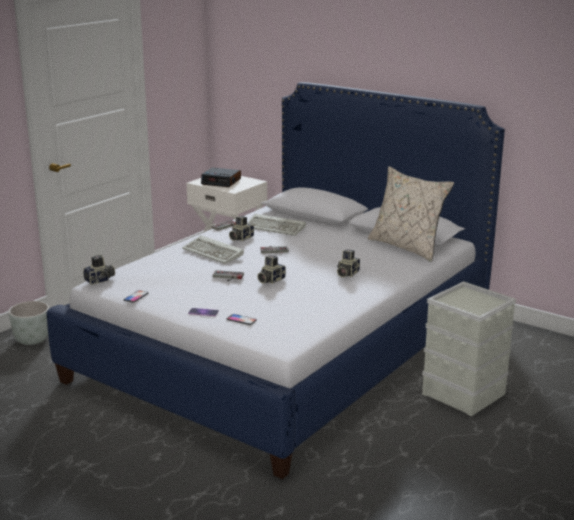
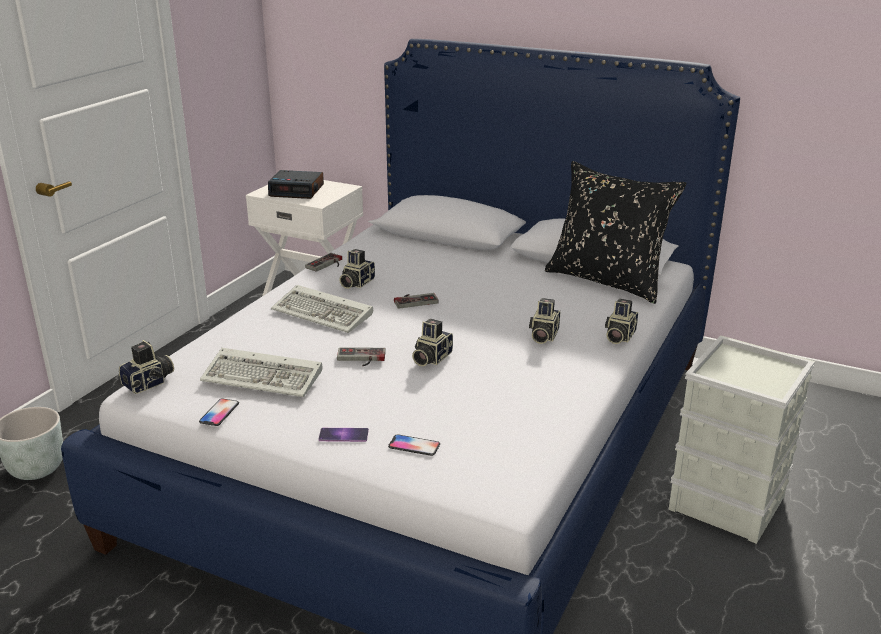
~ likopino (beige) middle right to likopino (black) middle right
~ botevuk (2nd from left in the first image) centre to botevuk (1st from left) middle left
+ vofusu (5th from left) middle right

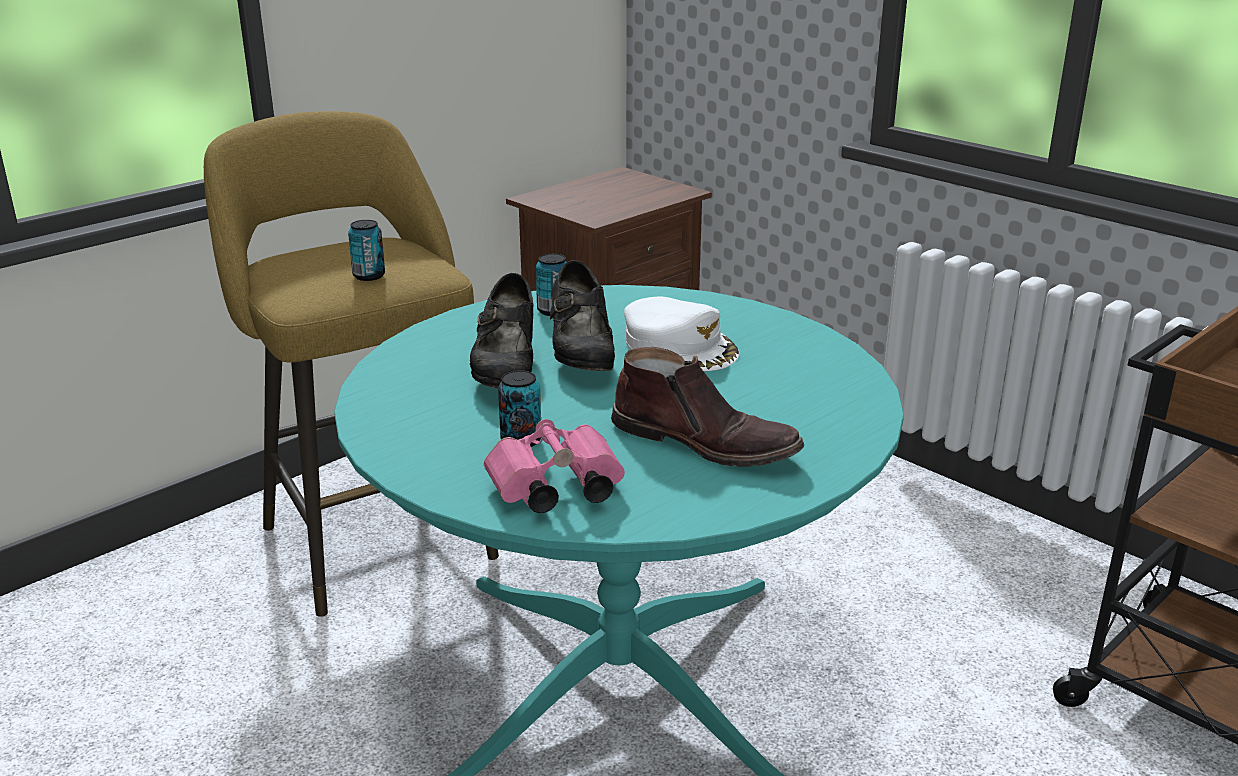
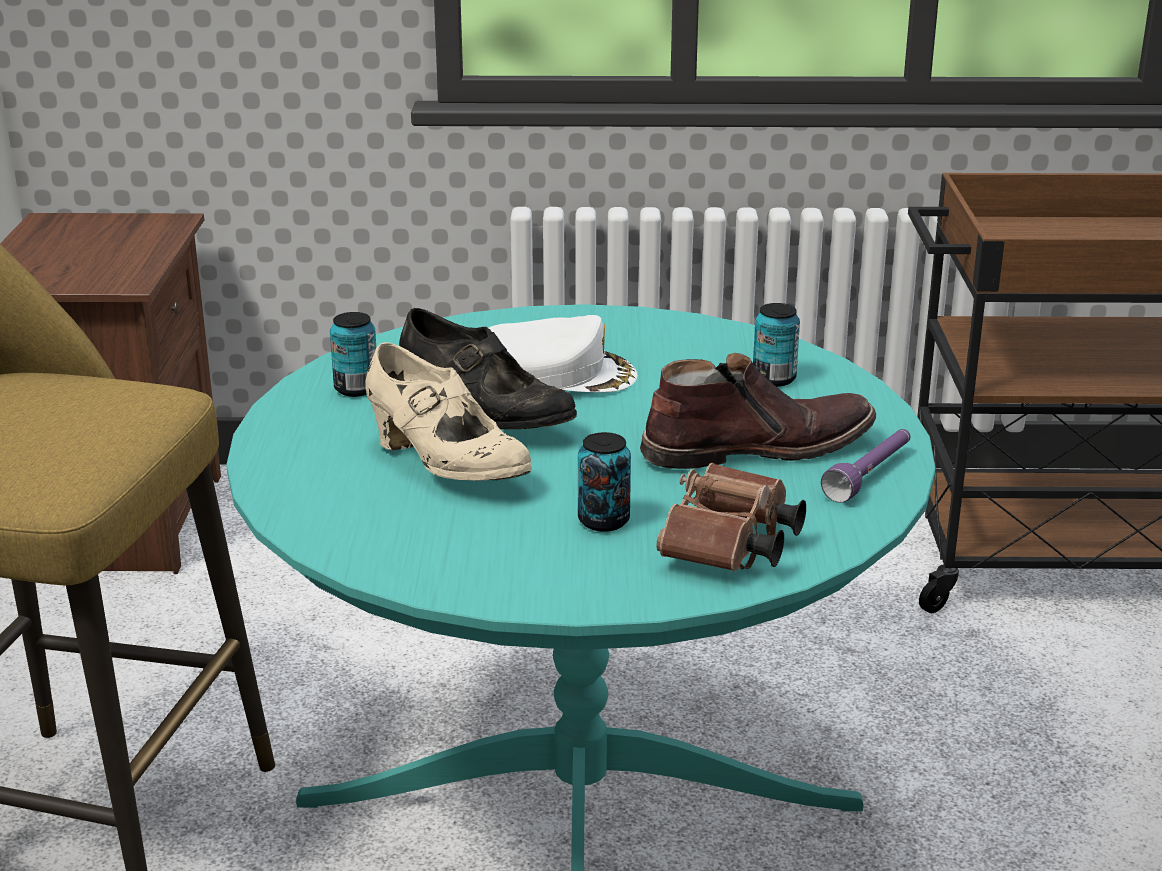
~ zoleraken (1st from left in the first image) top left to zoleraken (3rd from left) middle right
~ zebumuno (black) (1st from left) centre to zebumuno (beige) centre
~ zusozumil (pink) centre to zusozumil (brown) centre
+ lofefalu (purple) middle right

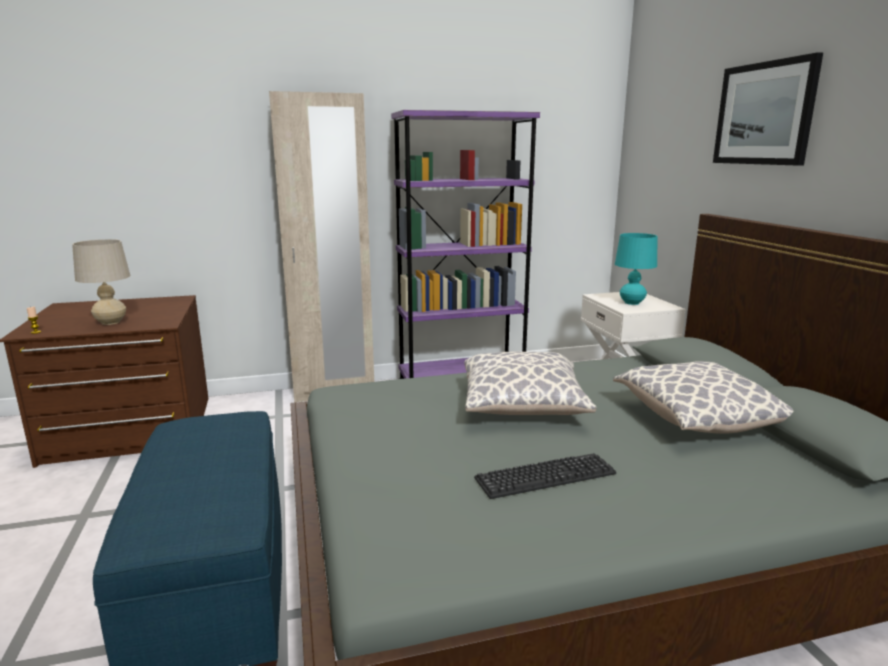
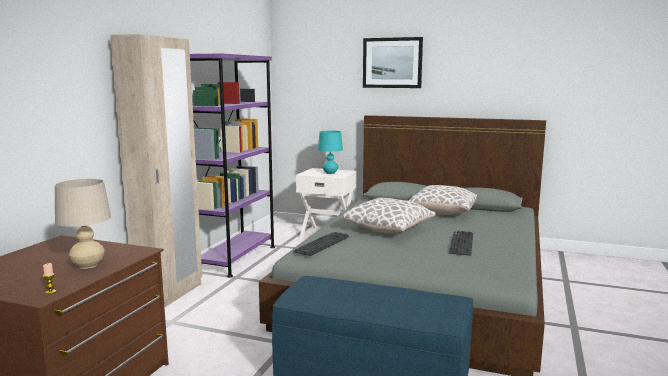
+ botevuk (1st from left) centre

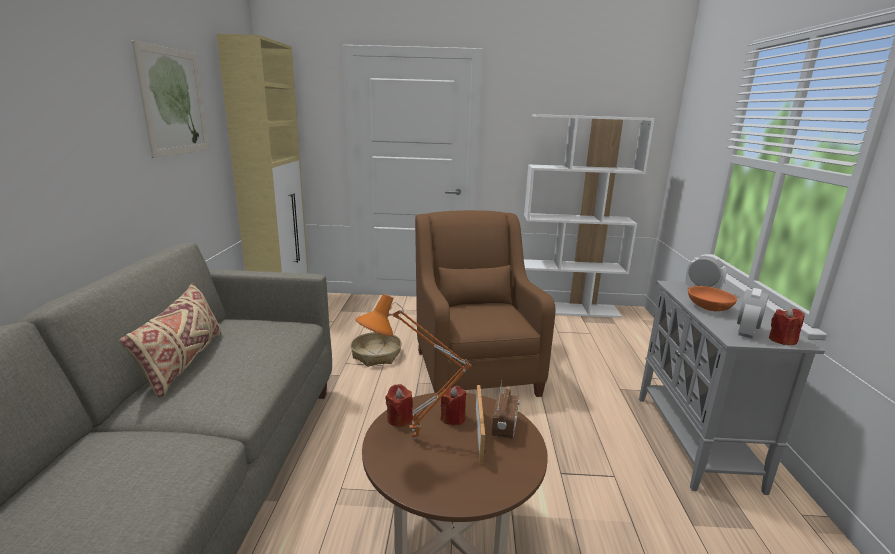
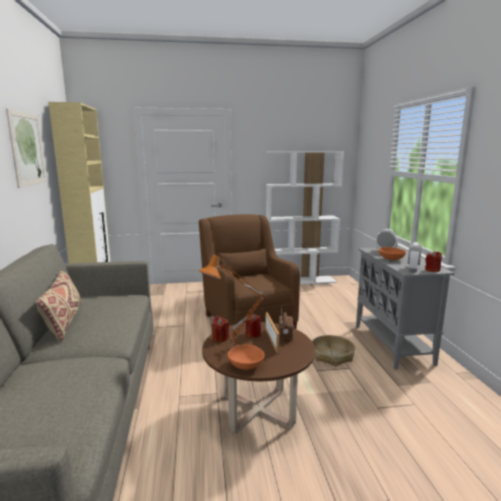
~ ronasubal centre to bottom centre
+ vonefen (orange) (1st from left) bottom centre

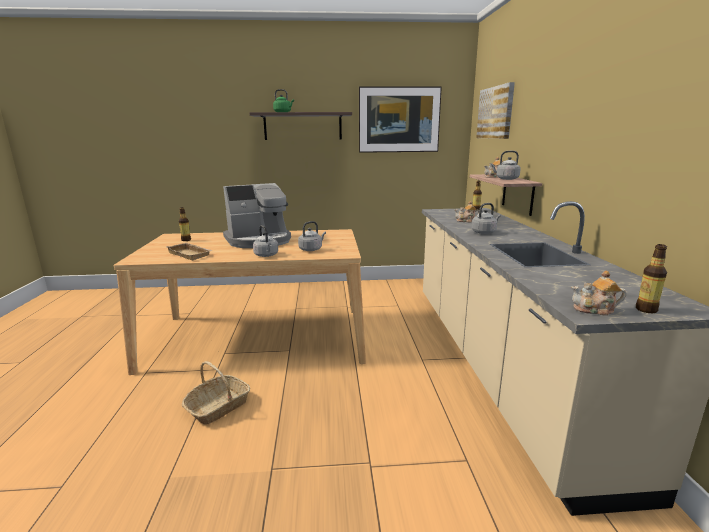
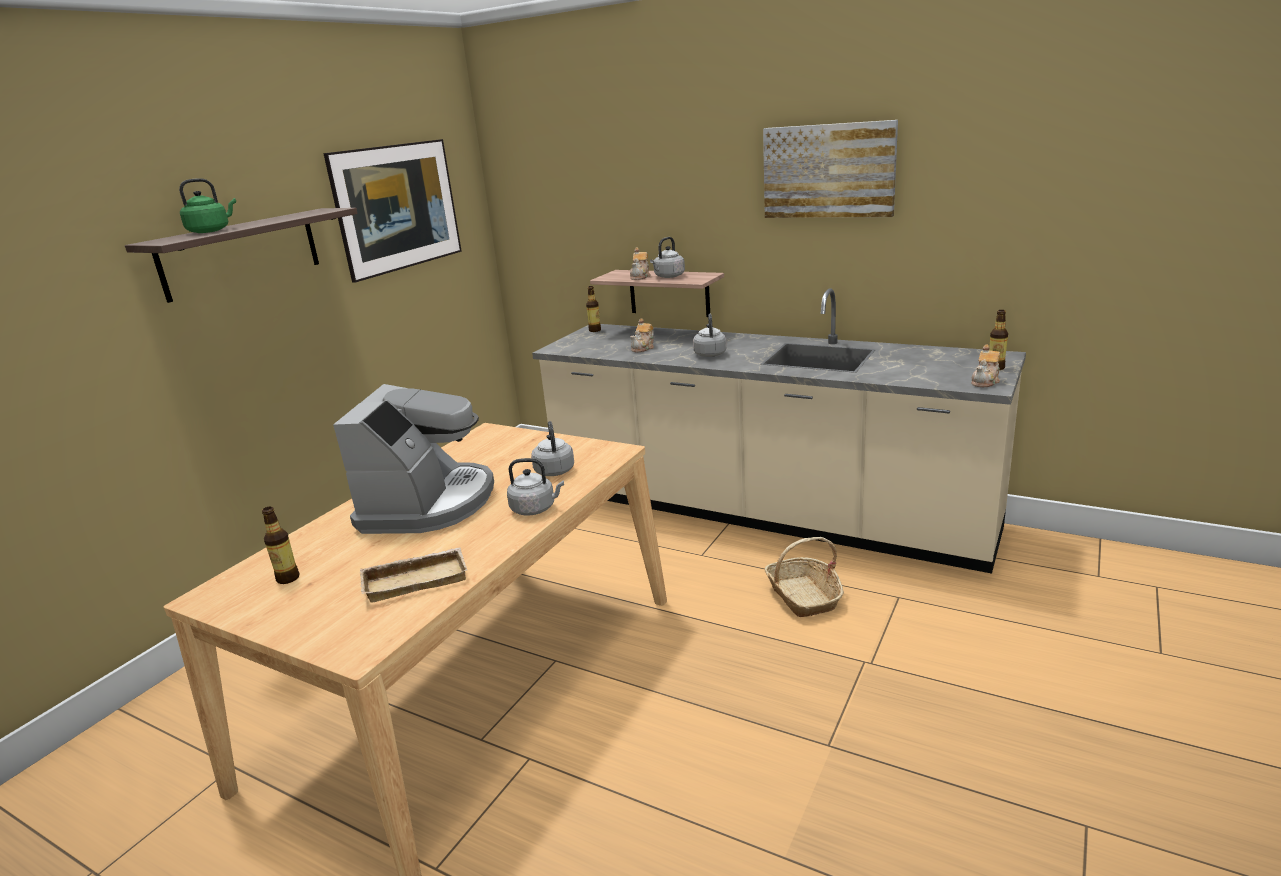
~ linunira (2nd from left) top right to top centre
~ ronasubal bottom left to centre

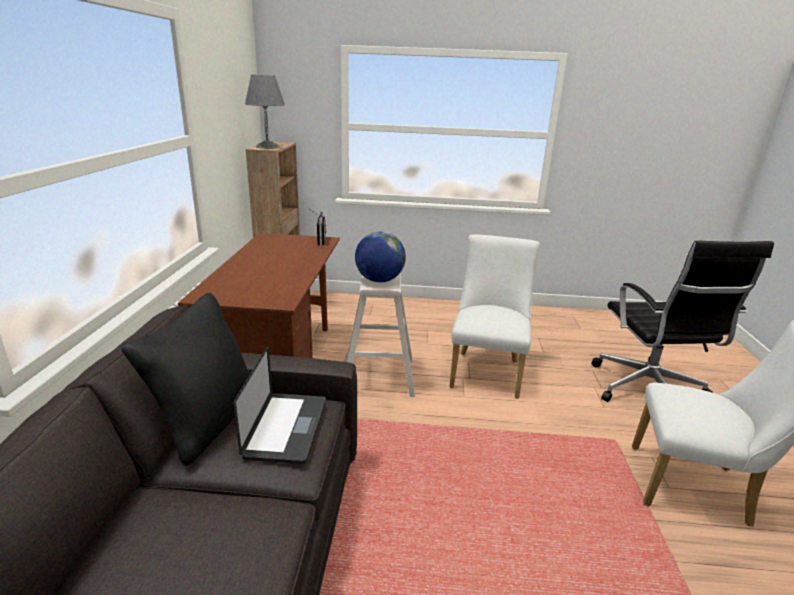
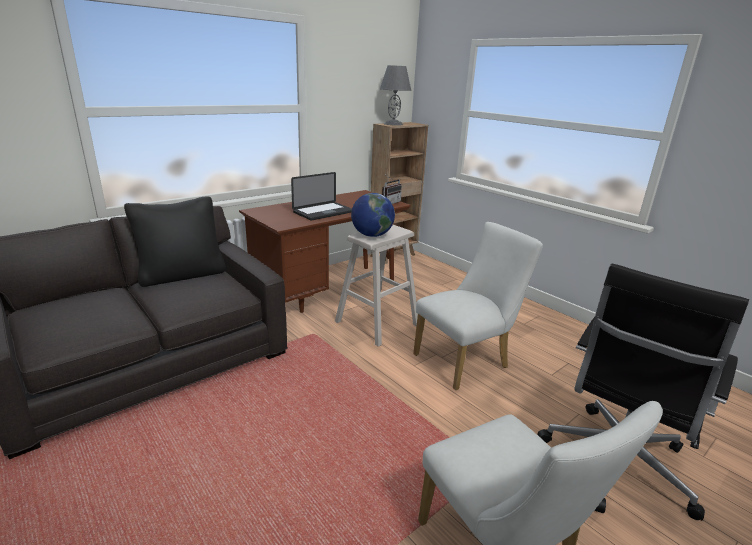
~ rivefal bottom centre to centre

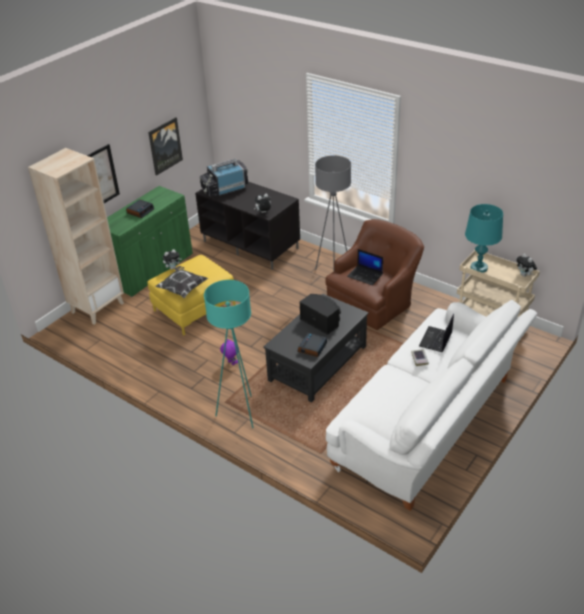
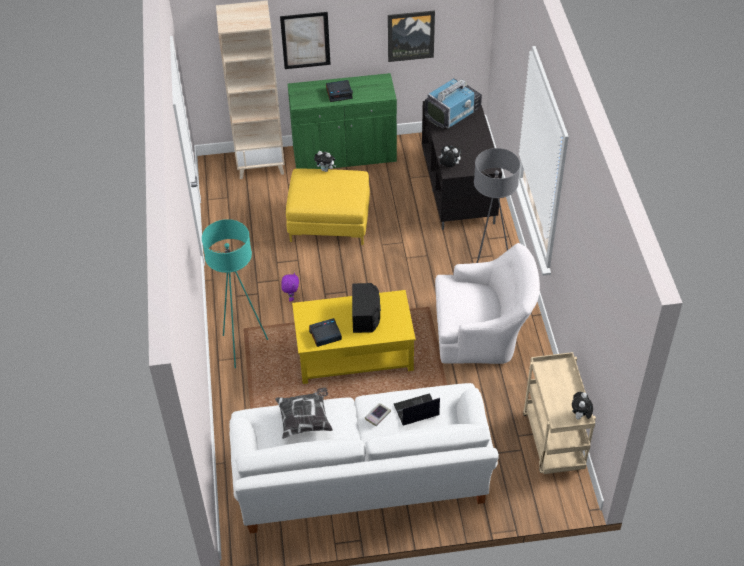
~ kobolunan top centre = top centre 120 degrees clockwise
- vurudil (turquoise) middle right
~ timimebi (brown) centre to timimebi (white) centre
- rivefal (1st from left) centre
~ likopino middle left to bottom centre
~ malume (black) centre to malume (yellow) centre

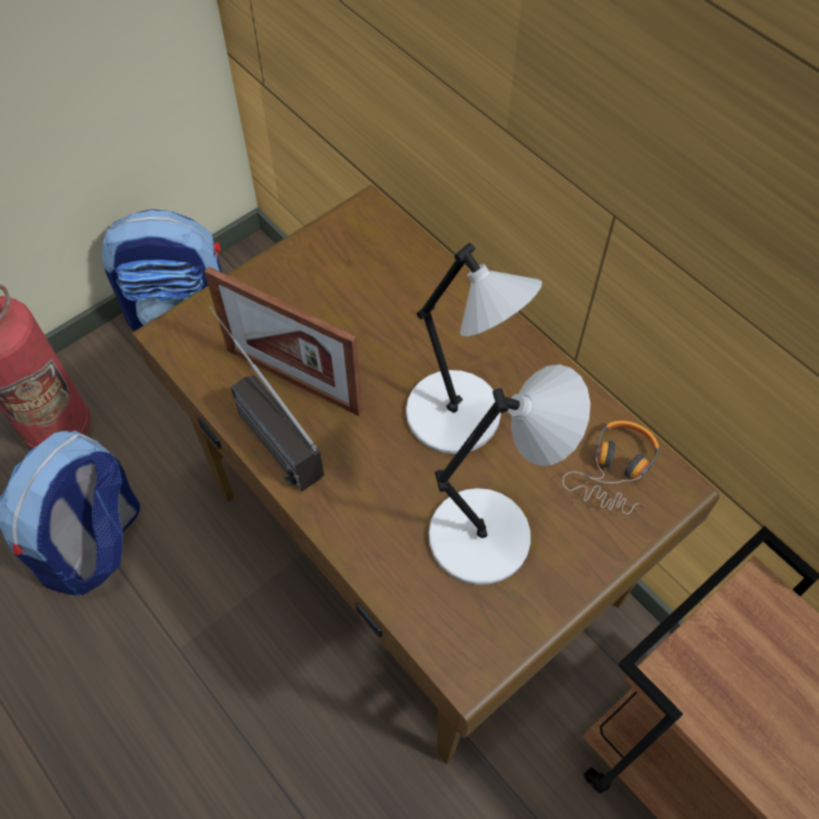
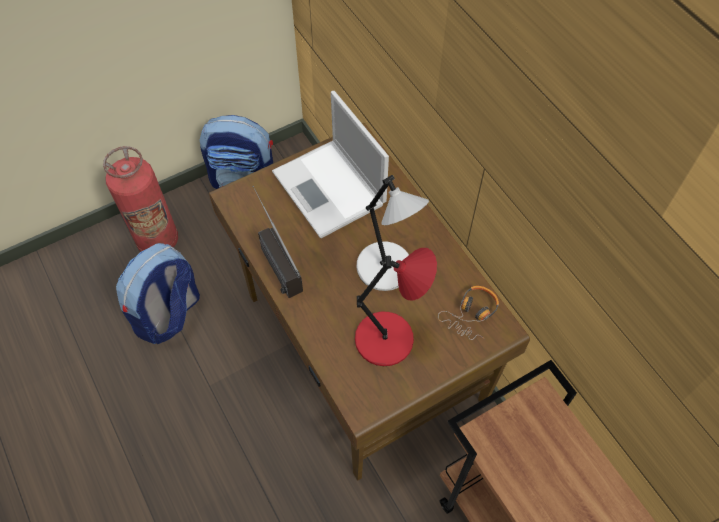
- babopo centre
~ vurudil (grey) (2nd from left) centre to vurudil (red) centre
+ rivefal top centre

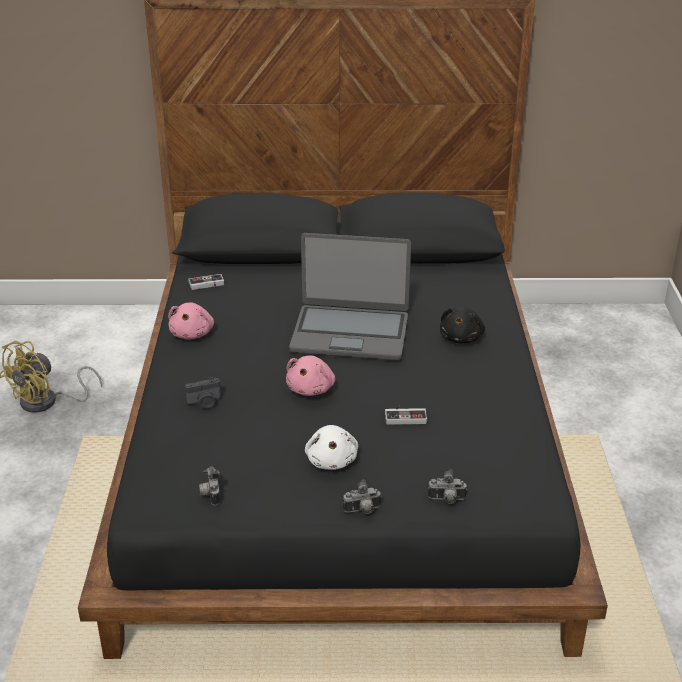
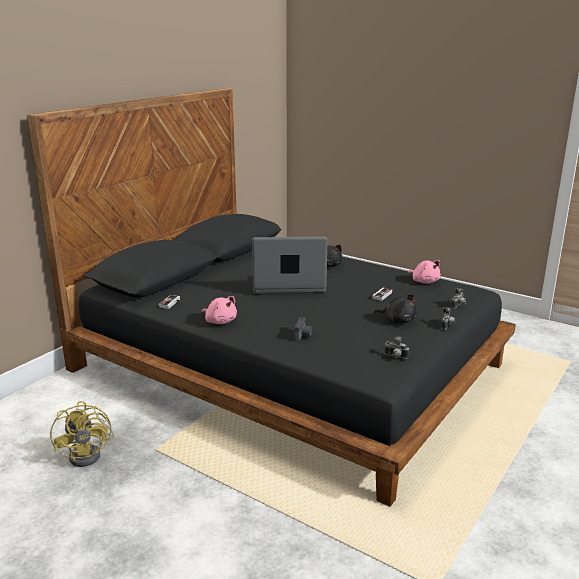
~ rivefal centre = centre 135 degrees counterclockwise
~ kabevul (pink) (2nd from left) centre to middle right
~ kabevul (white) centre to kabevul (black) (2nd from left) middle right

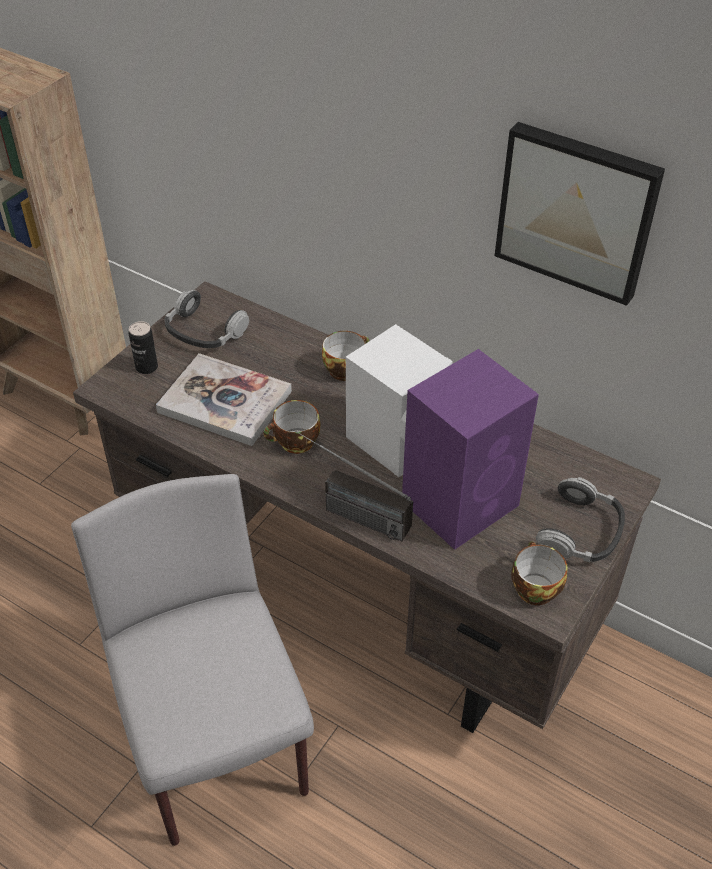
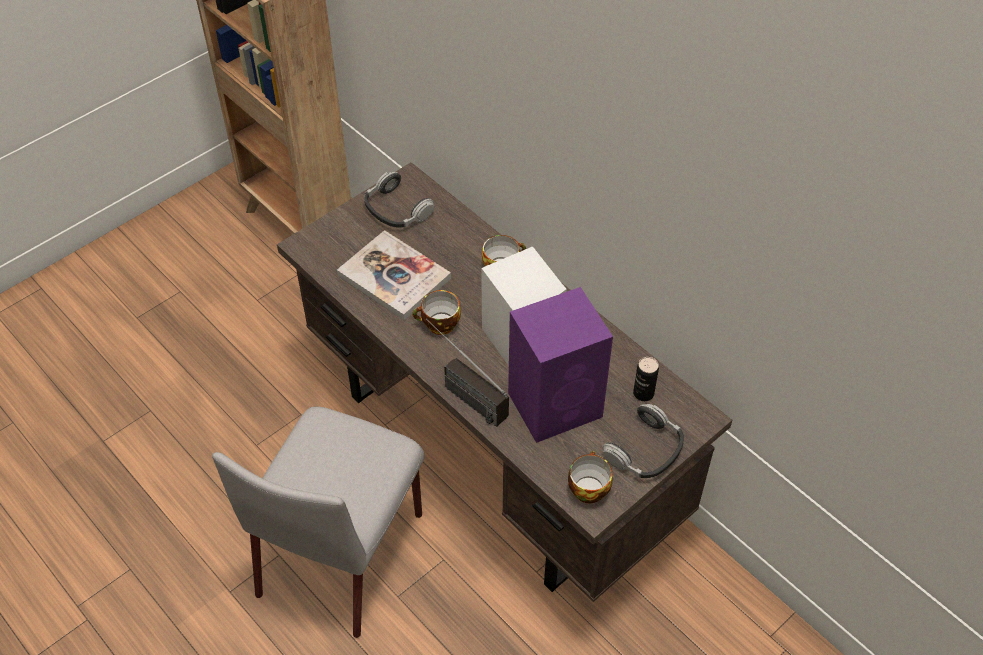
- linunira top right
~ zoleraken middle left to centre
~ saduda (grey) bottom left = bottom left 150 degrees counterclockwise

